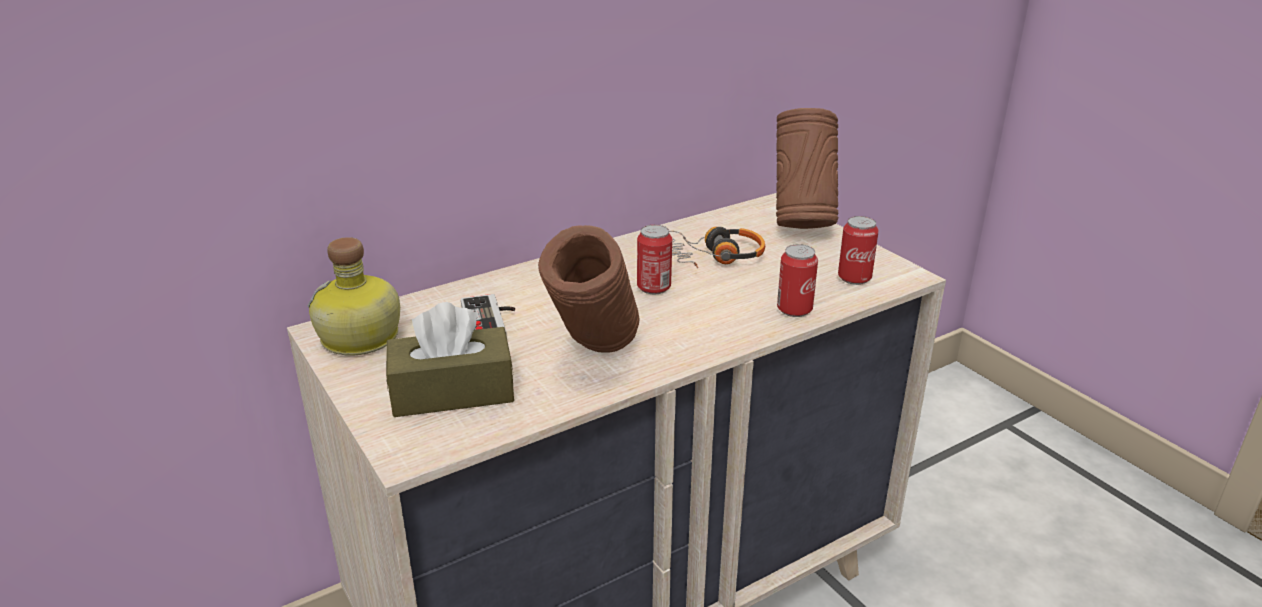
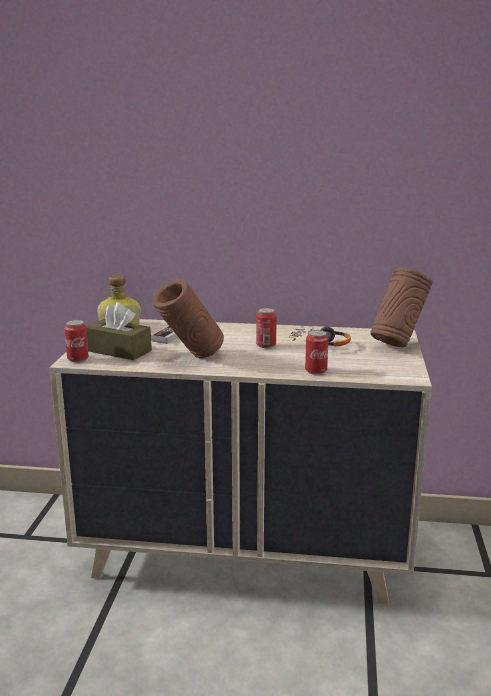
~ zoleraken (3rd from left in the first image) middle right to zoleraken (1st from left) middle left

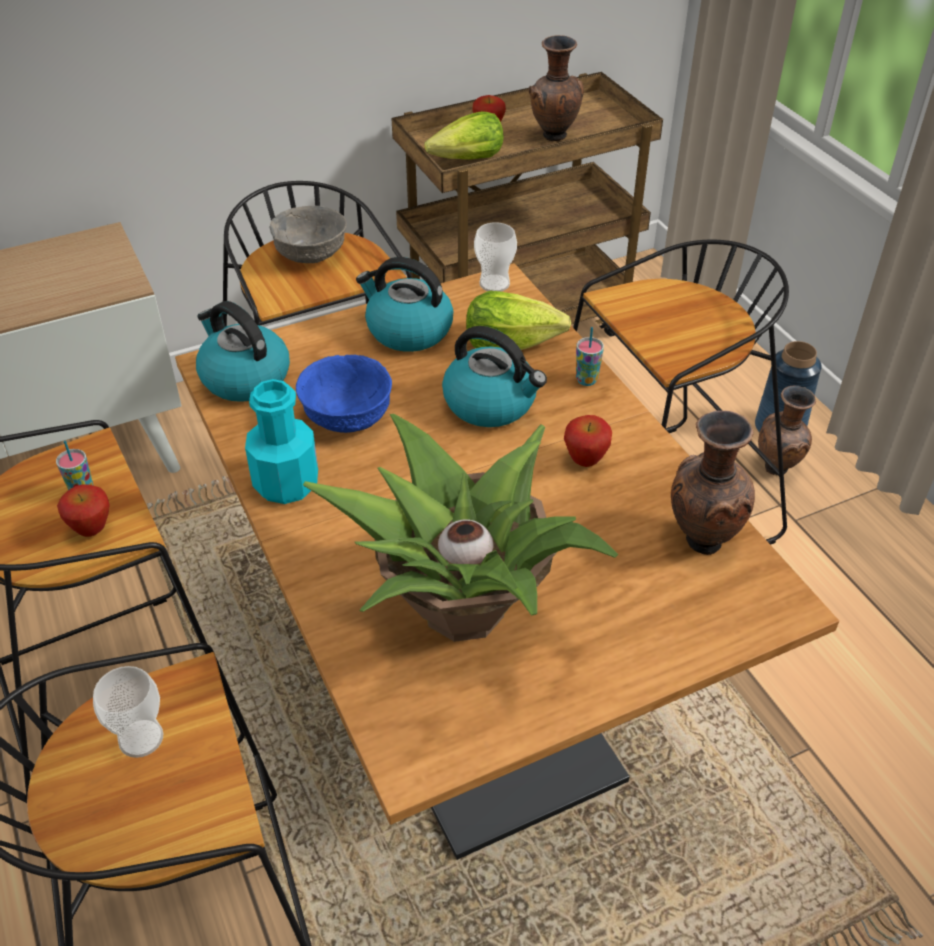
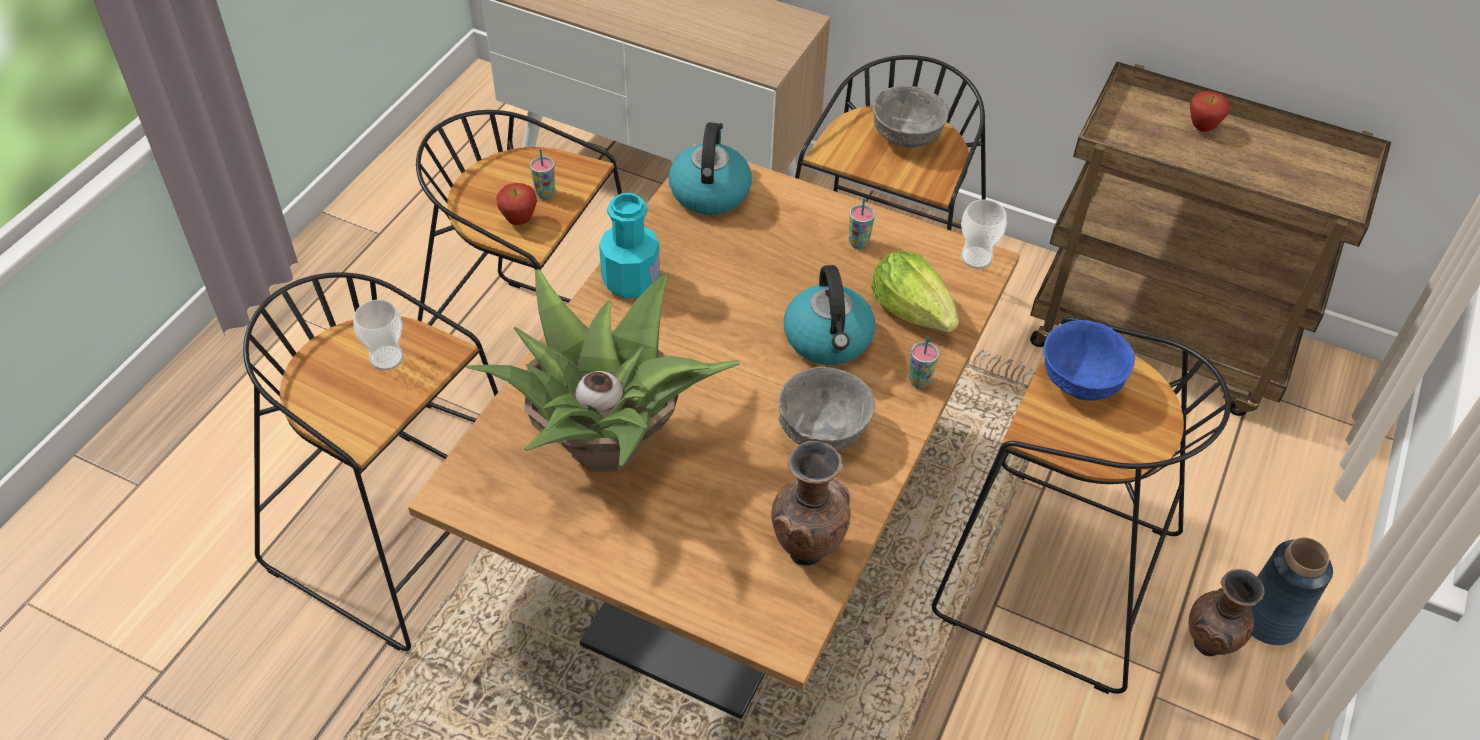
- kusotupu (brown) (1st from left) top centre
- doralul (1st from left) top centre
~ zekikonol (2nd from left) top centre to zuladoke (3rd from left) top centre
~ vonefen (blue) centre to middle right
~ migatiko (3rd from left) centre to vonefen (grey) (1st from left) centre

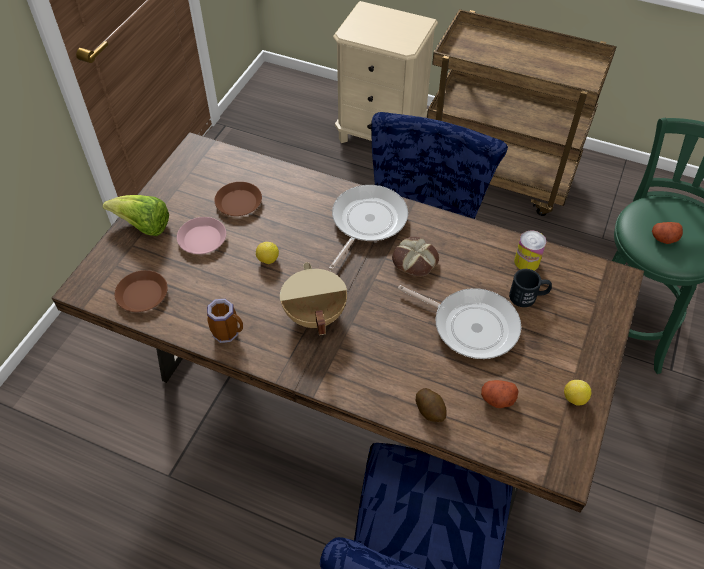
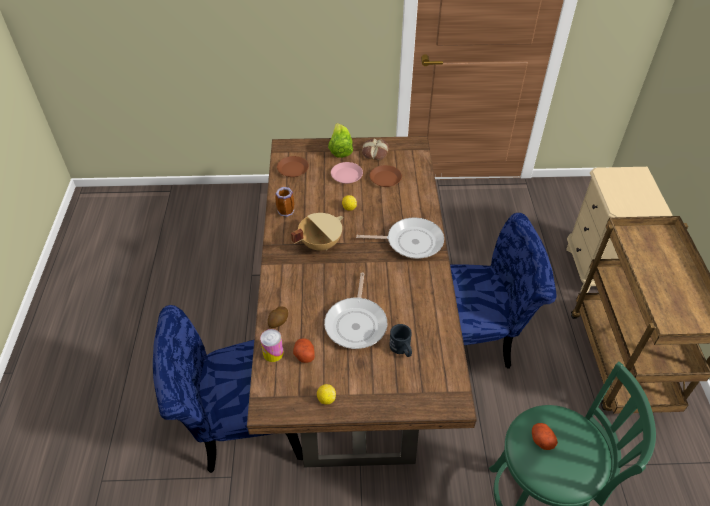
~ zoleraken middle right to bottom centre
~ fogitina centre to top centre

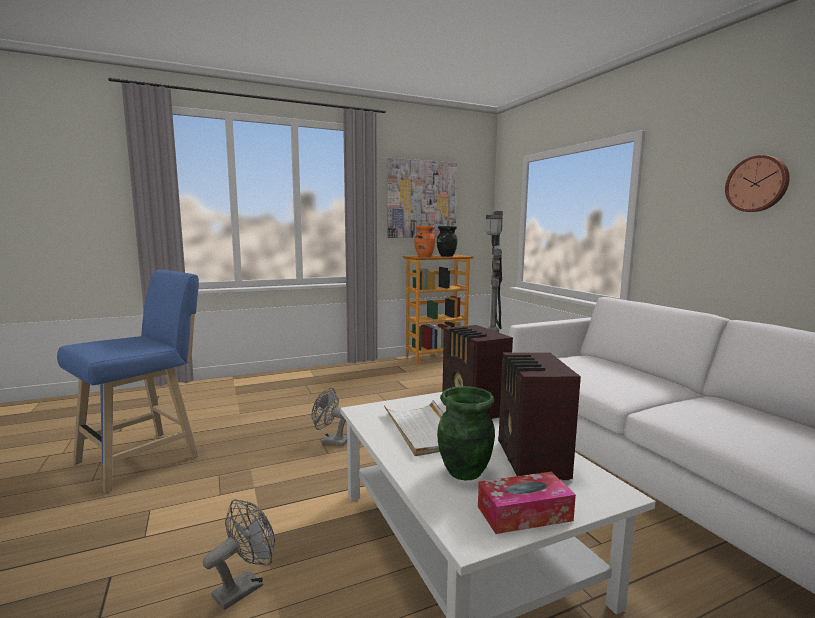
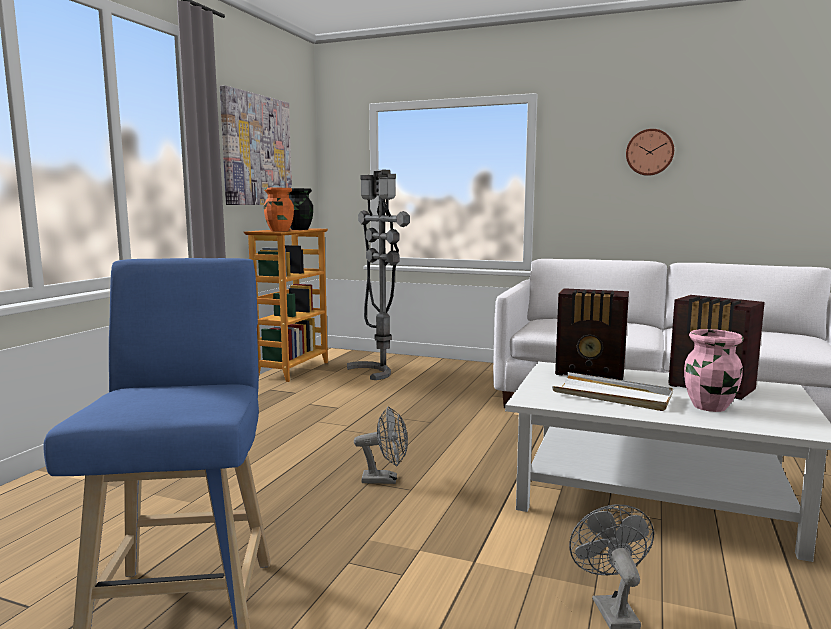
~ kusotupu (green) bottom centre to kusotupu (pink) middle right
~ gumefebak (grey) (2nd from left in the first image) bottom centre = bottom centre 150 degrees counterclockwise
- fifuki bottom centre

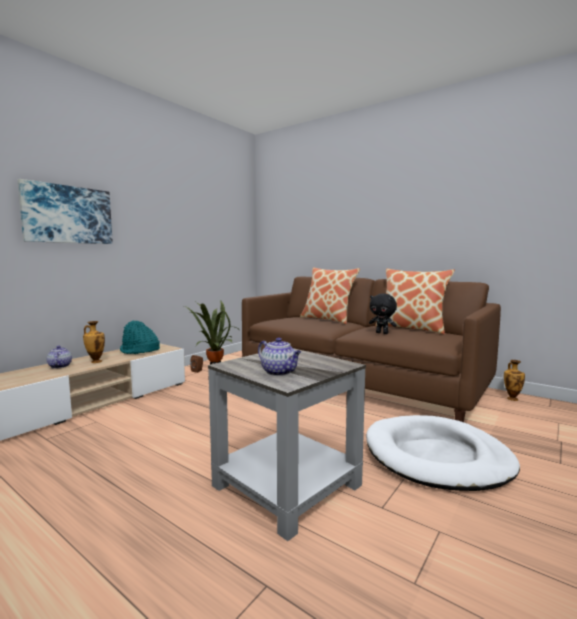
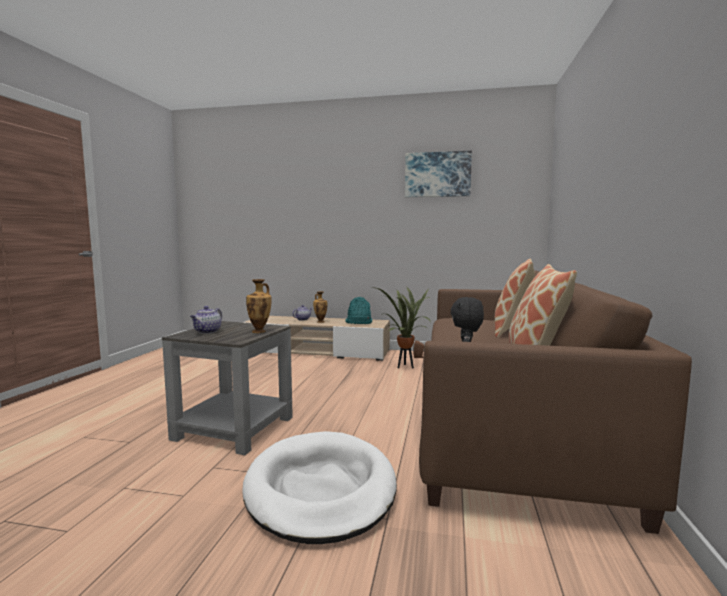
~ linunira middle left to top centre
~ kusotupu (2nd from left in the first image) middle right to kusotupu (1st from left) centre

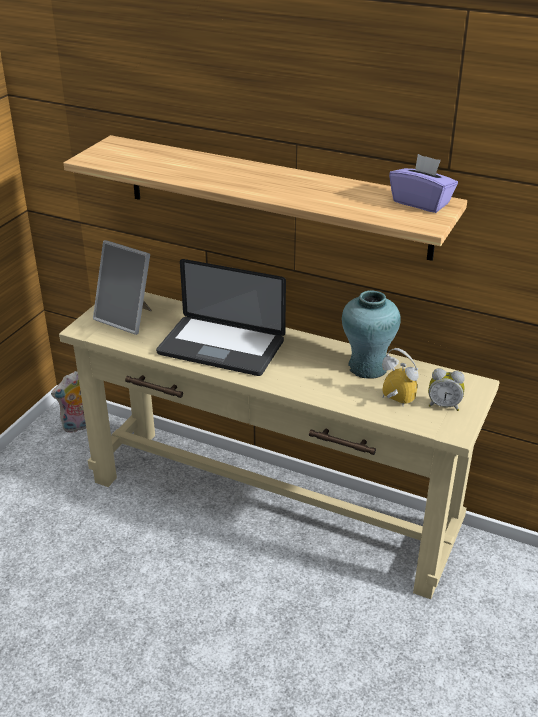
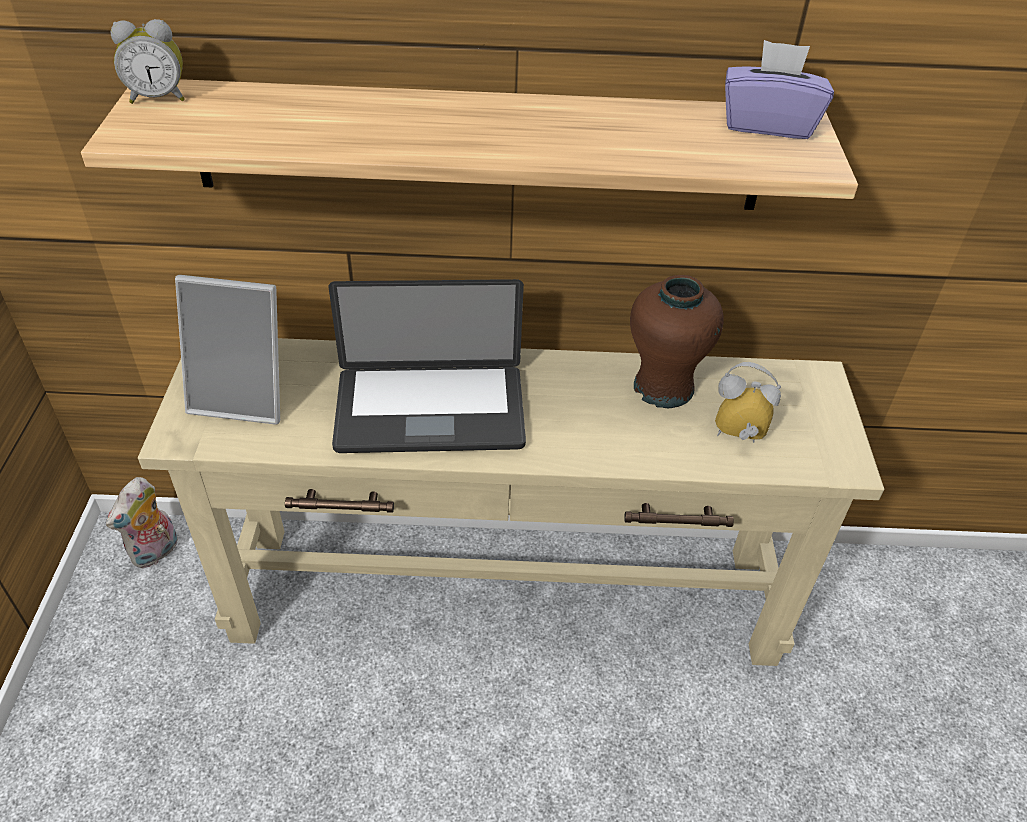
~ kusotupu (turquoise) middle right to kusotupu (brown) centre
~ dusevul (2nd from left in the first image) middle right to dusevul (1st from left) top left

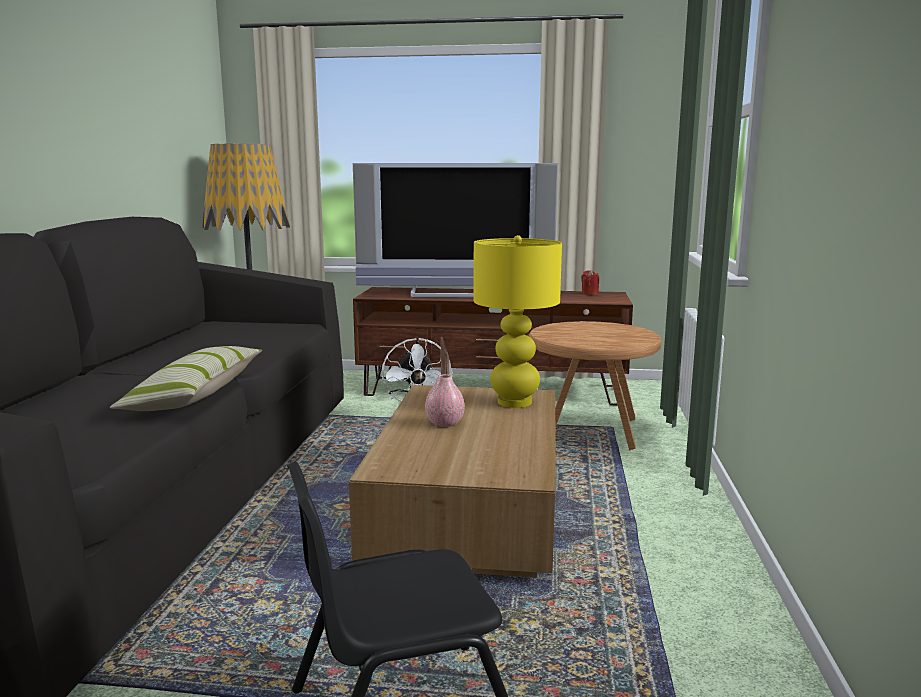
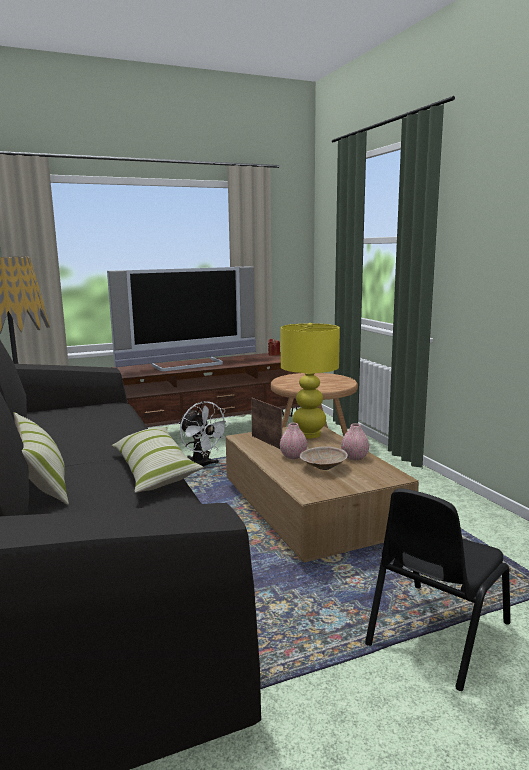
+ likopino (1st from left) middle left
+ kusotupu (pink) (2nd from left) middle right
+ vonefen (beige) centre

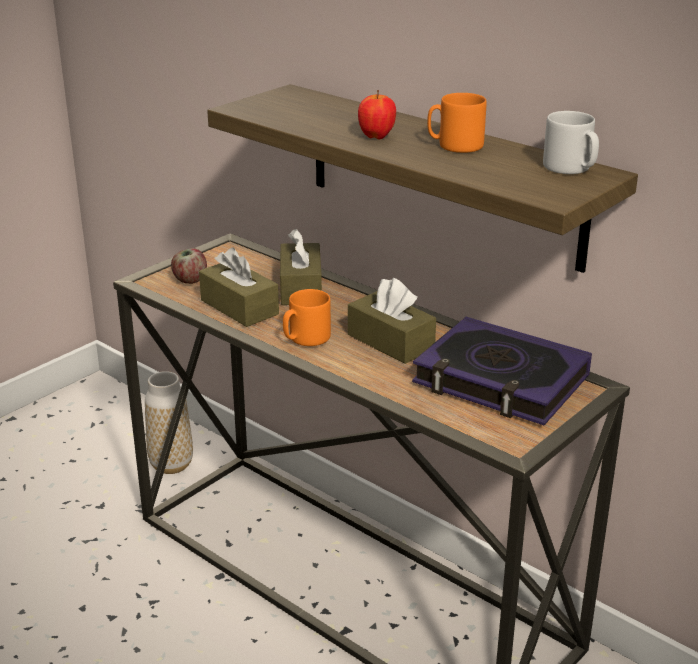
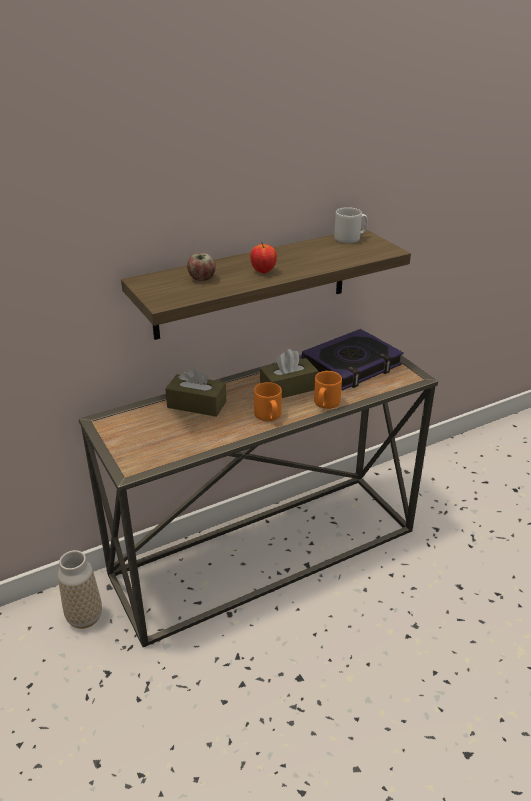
~ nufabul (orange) (2nd from left) top centre to centre
~ migatiko (1st from left) middle left to centre
- fifuki (brown) (1st from left) centre

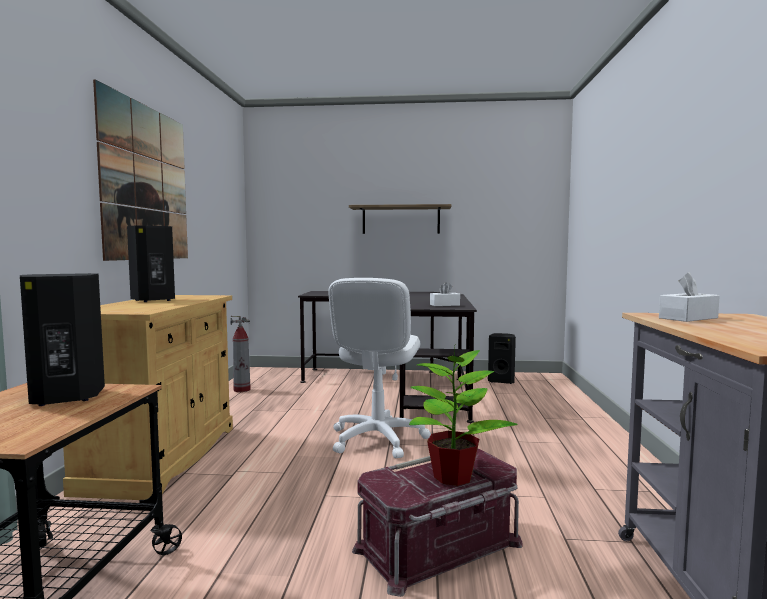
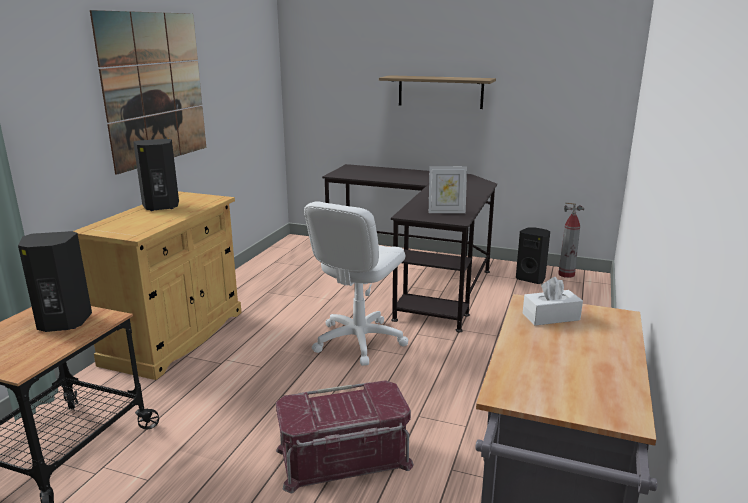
~ fifuki (white) (1st from left) centre to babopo centre
~ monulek middle left to middle right
- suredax bottom centre

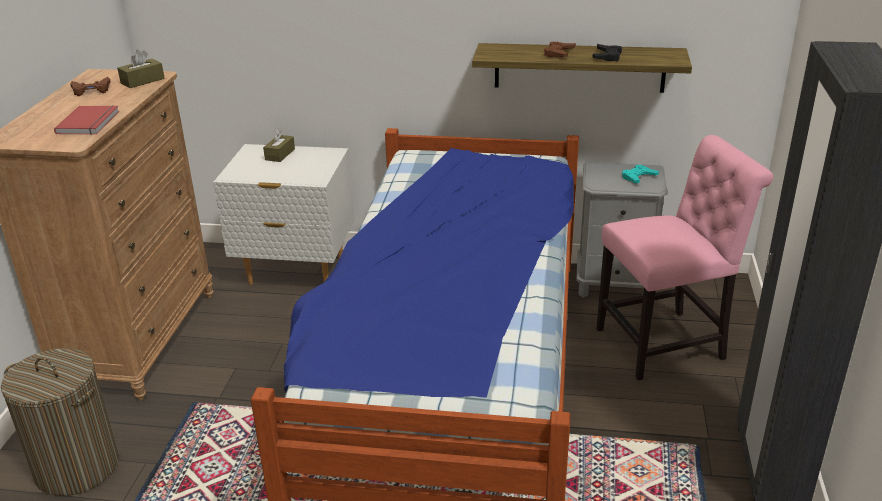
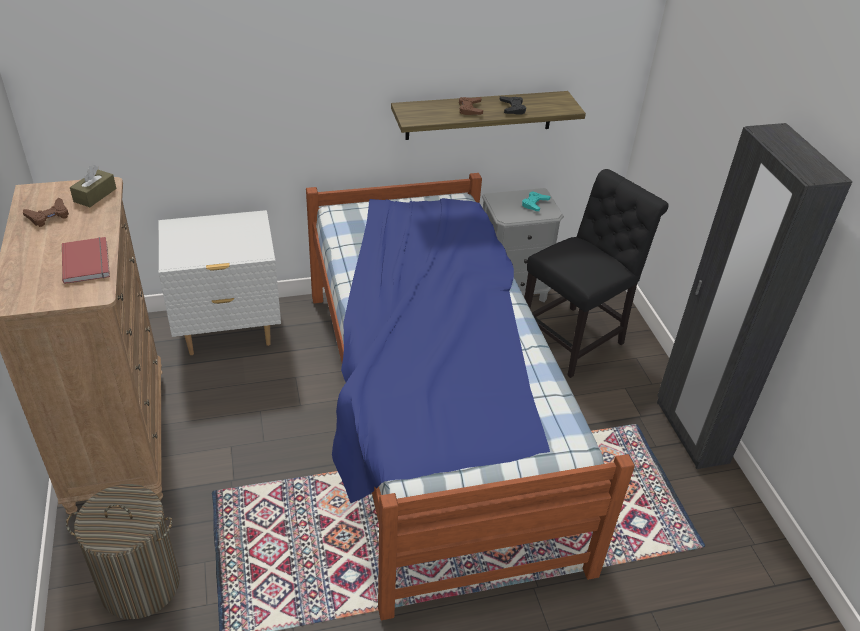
- fifuki (brown) (2nd from left) top left
~ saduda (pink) middle right to saduda (black) middle right

